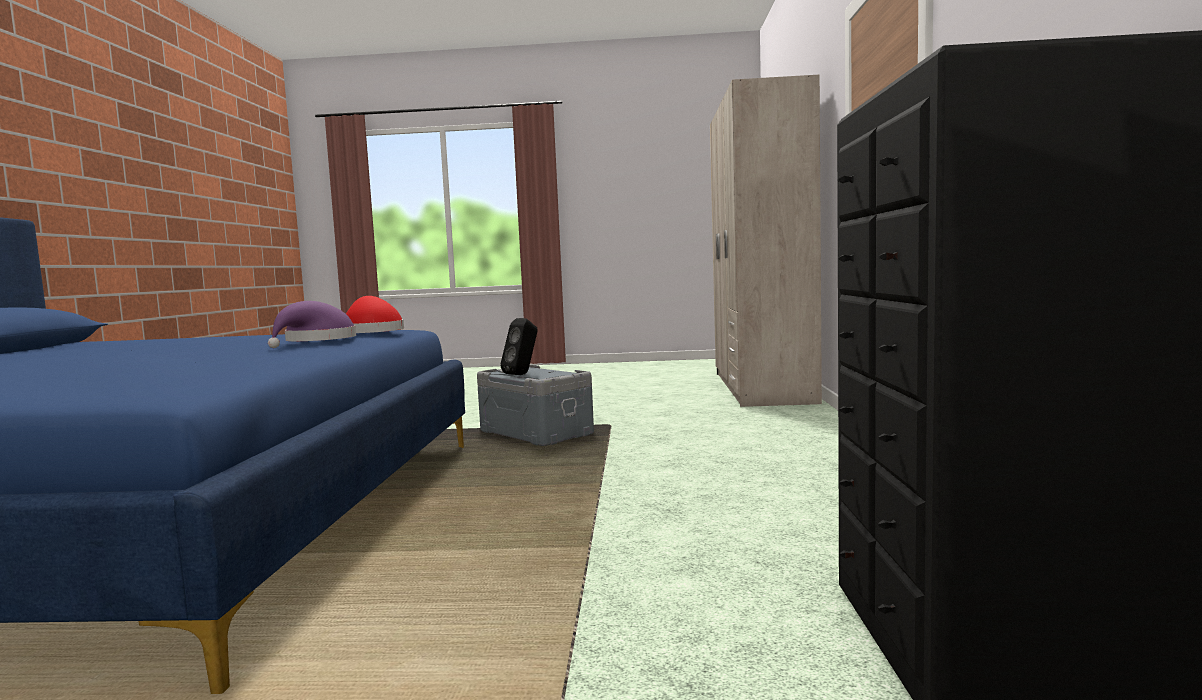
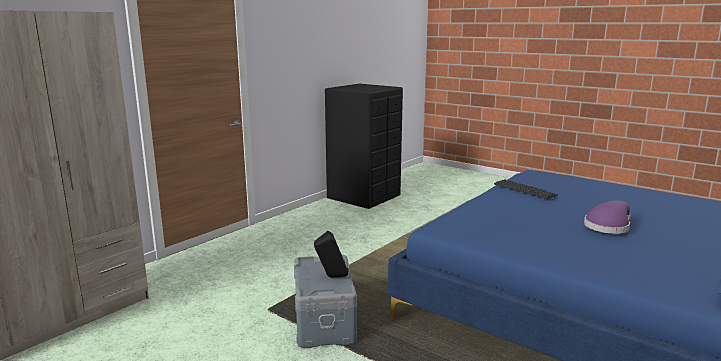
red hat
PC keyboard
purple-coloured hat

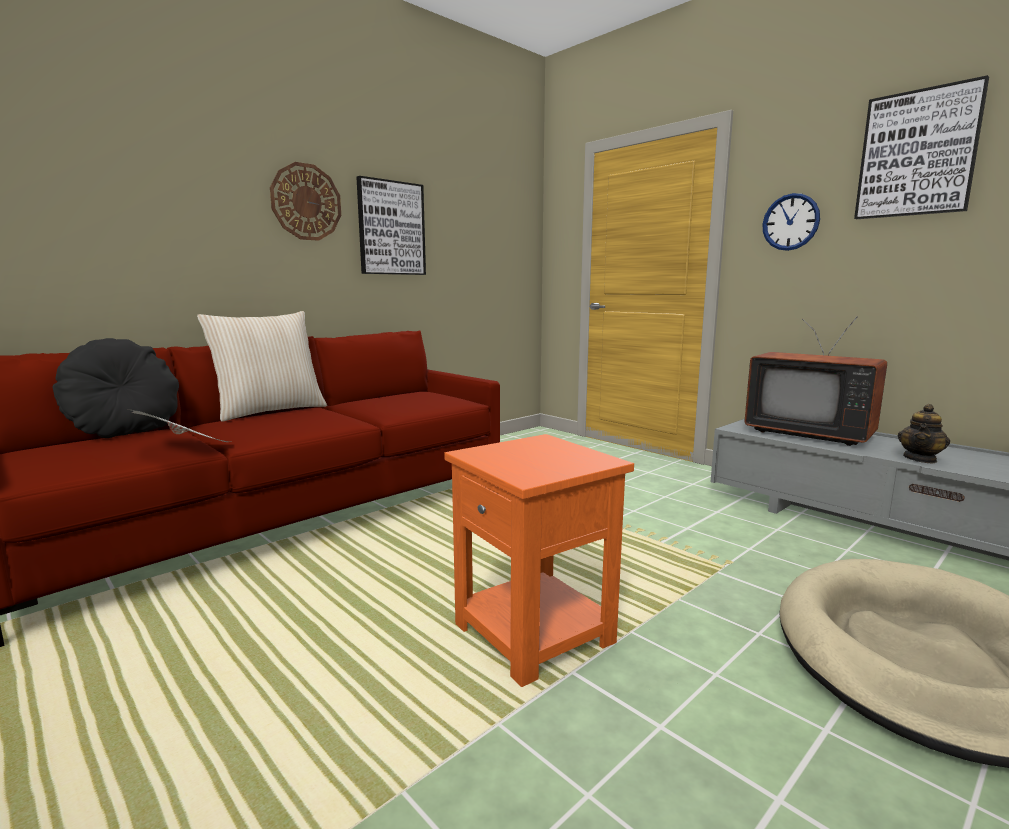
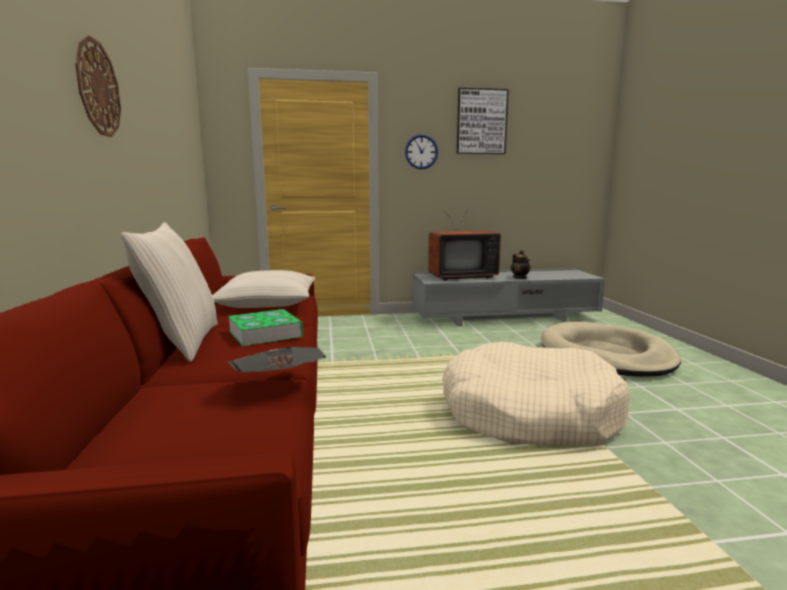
black-coloured pillow
wall art (no. 1 from left in the first image)
sand-coloured pillow (no. 2 from left)
volume
sand-coloured pet bed (no. 1 from left)

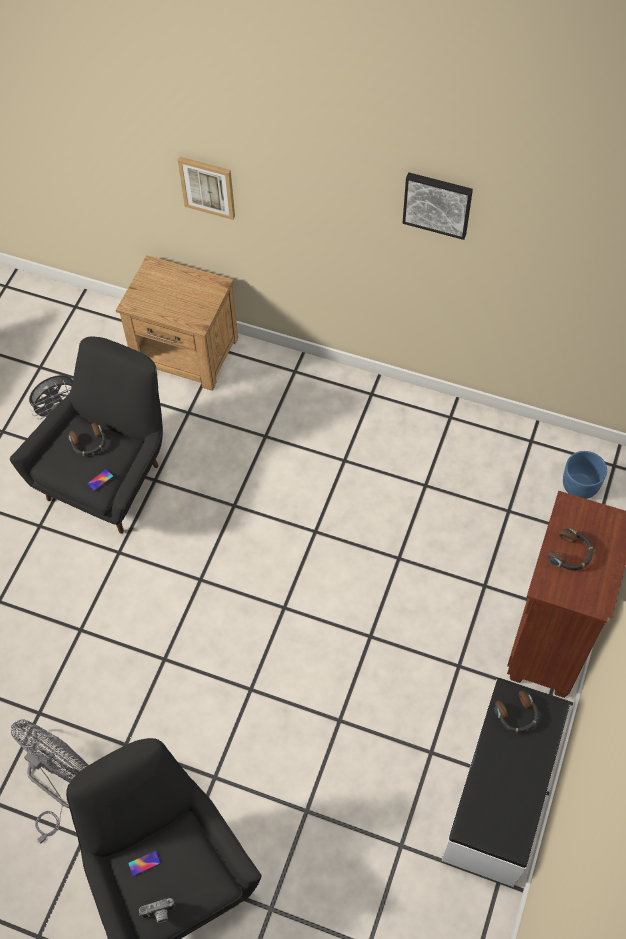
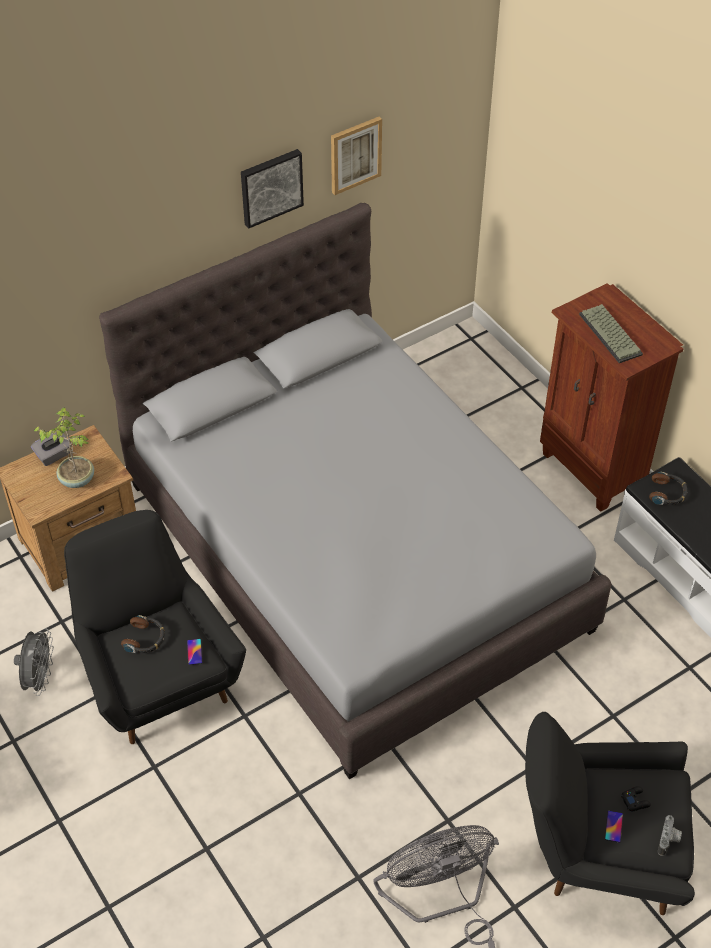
bluish plant pot
gray tissue box
houseplant
gray bedroom bed
black-coloured game controller
wall art (no. 2 from left)
PC keyboard

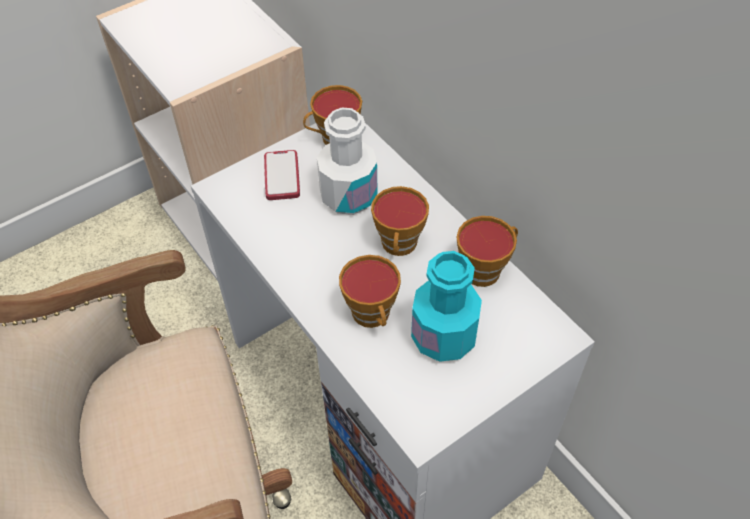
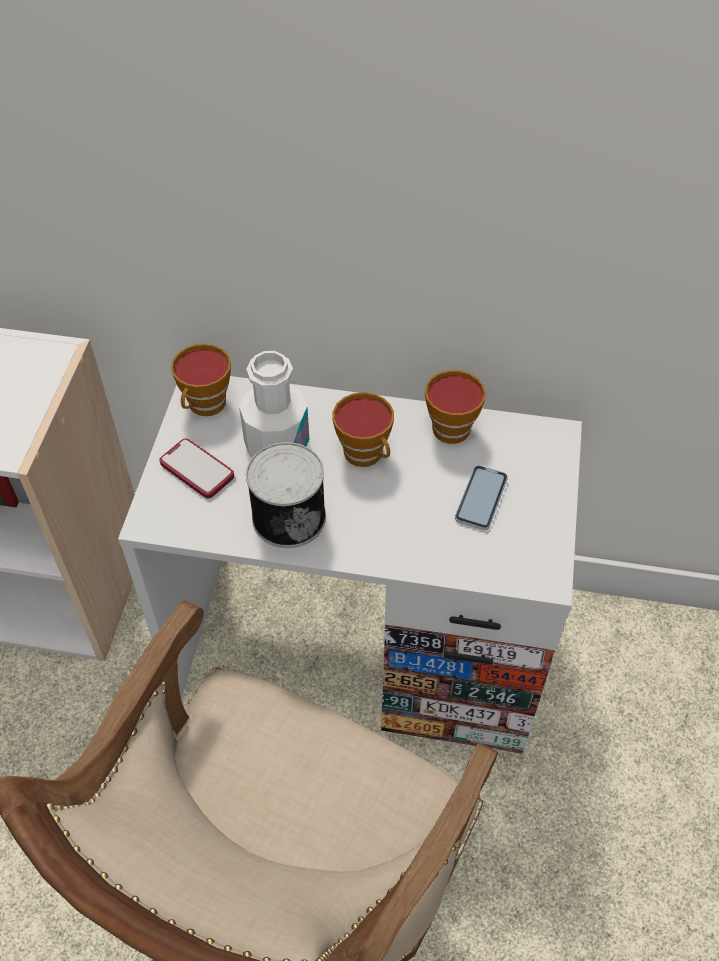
drinking cup (no. 2 from left in the first image)
can
telephone (no. 2 from left)

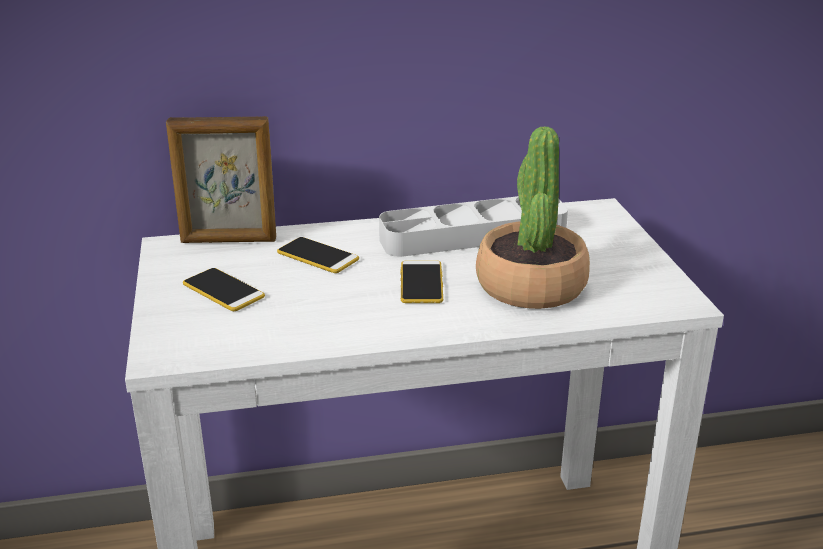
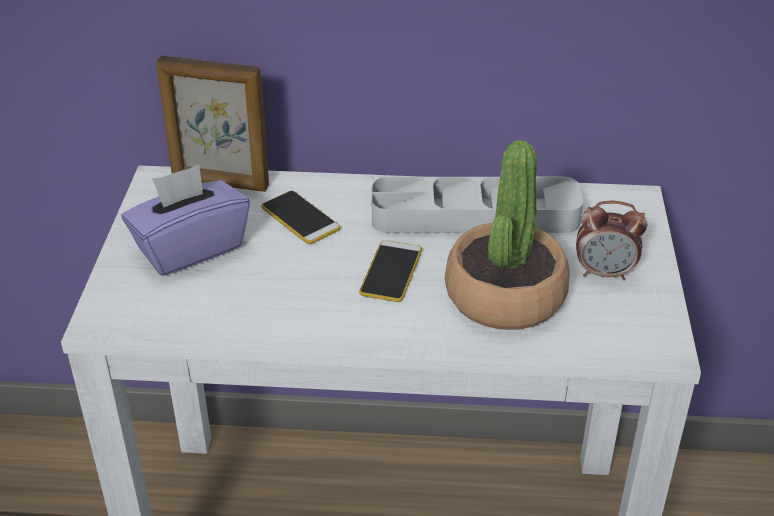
alarm clock
purple-coloured tissue box

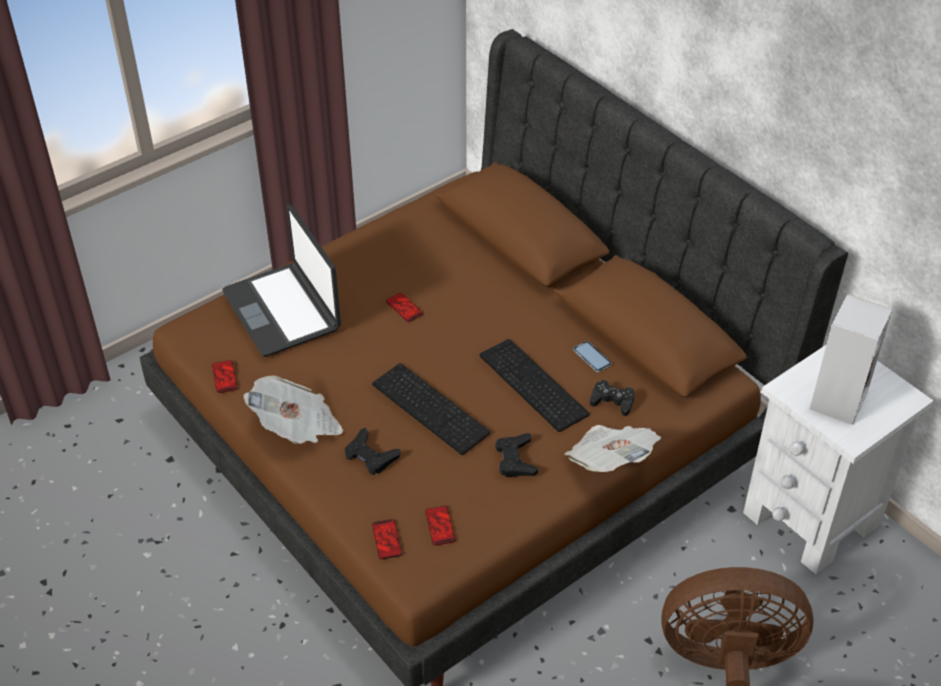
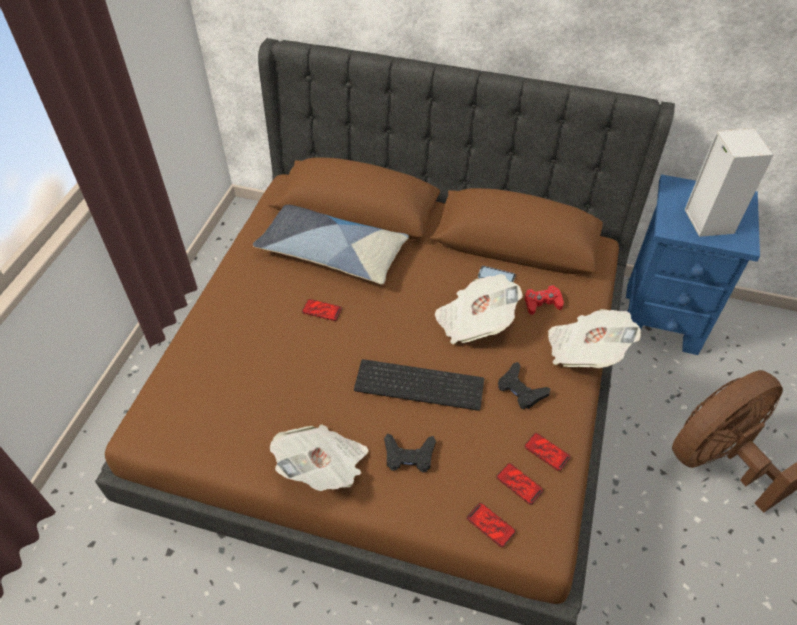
portable computer
pillow
telephone (no. 5 from left)
newspaper (no. 2 from left)
red game controller
bluish nightstand

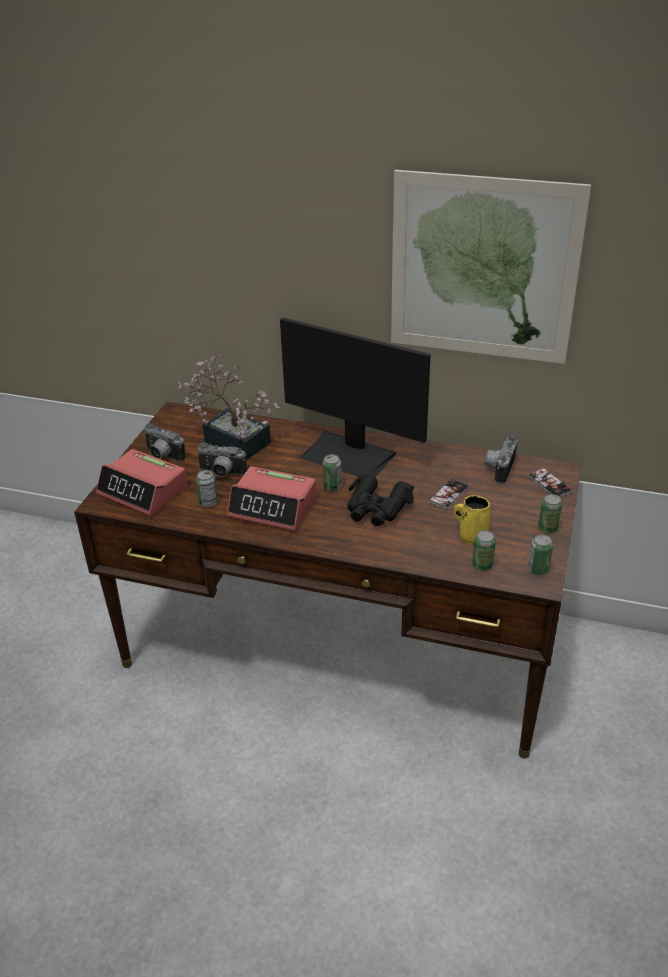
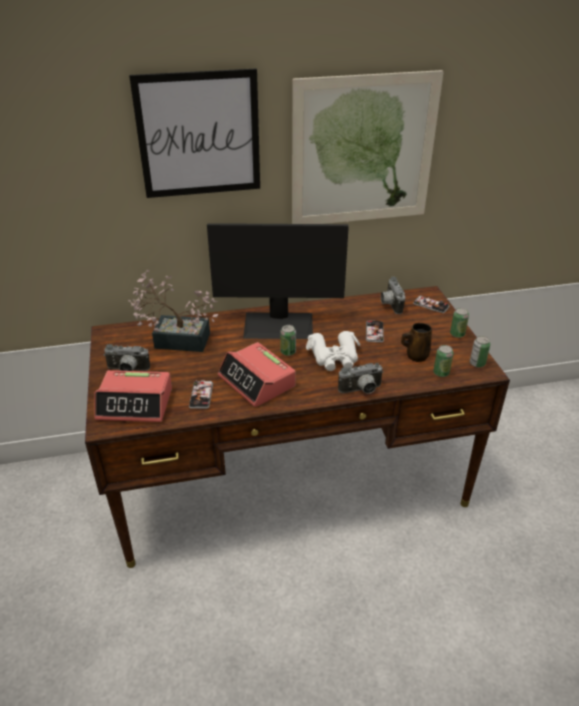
wall art (no. 1 from left)
still camera (no. 2 from left)
telephone (no. 1 from left)
whitish pair of binoculars
brown tea mug
alarm clock (no. 2 from left)

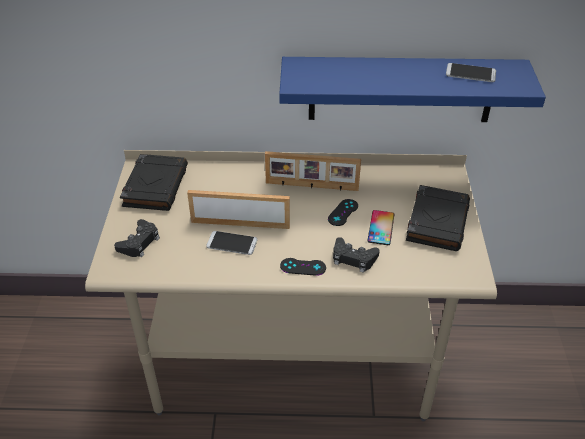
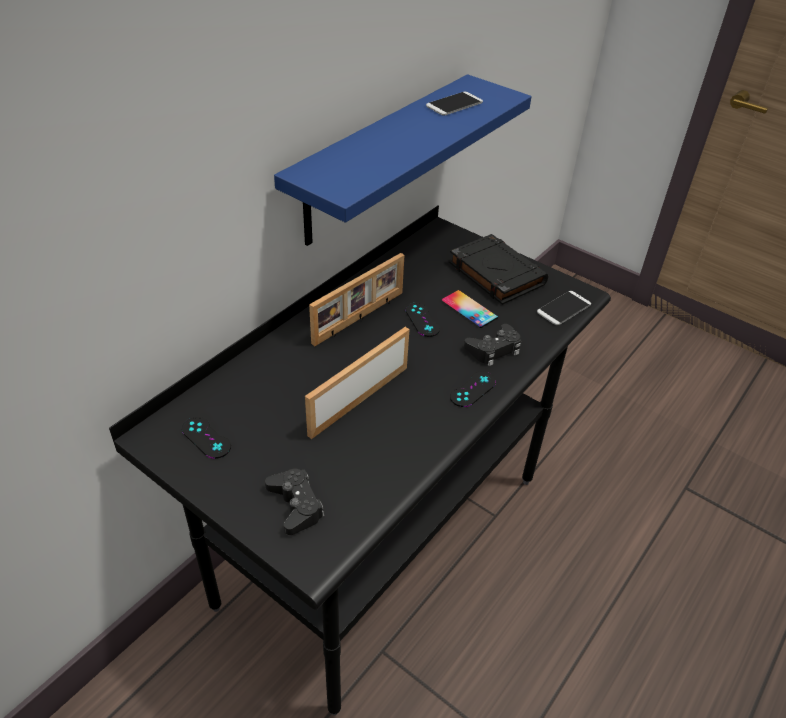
telephone (no. 3 from left)
black-coloured game controller (no. 1 from left)
black-coloured desk

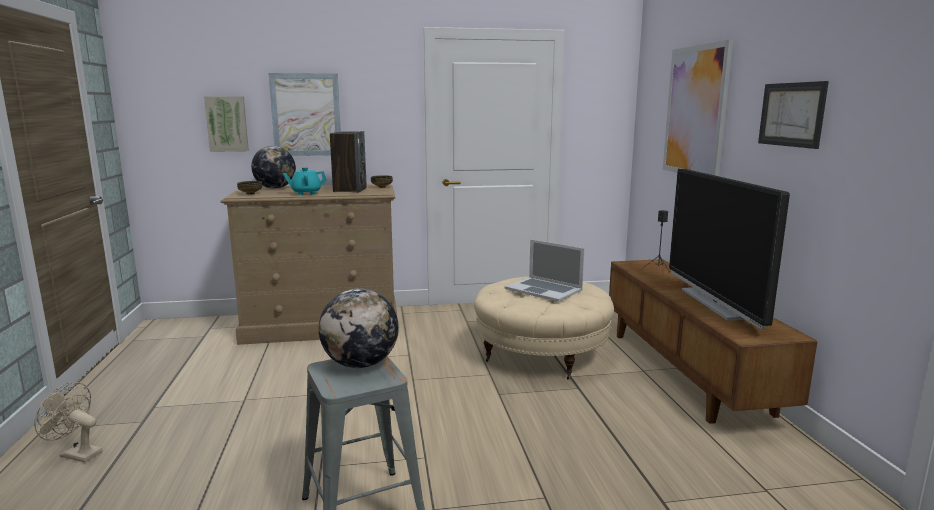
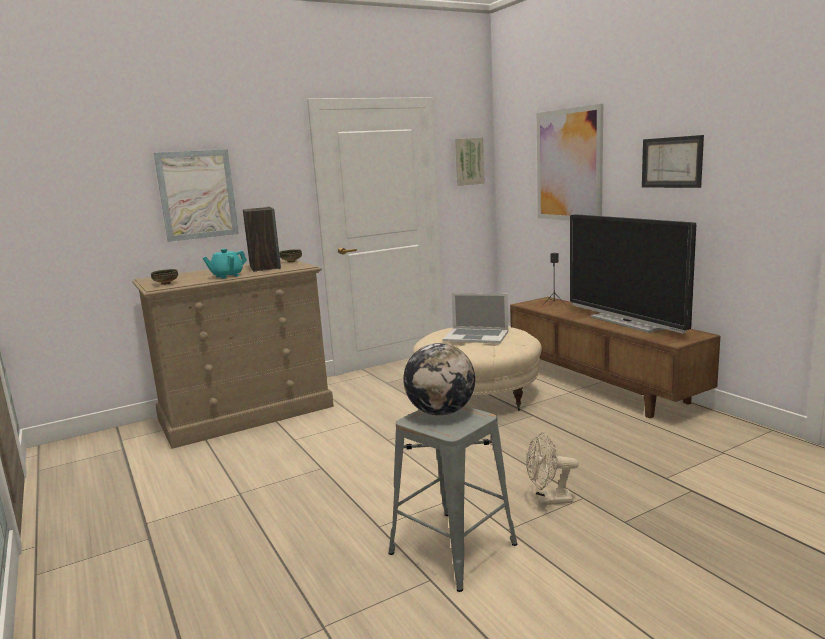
world globe (no. 1 from left in the first image)
sand-coloured electric fan
wall art (no. 2 from left)

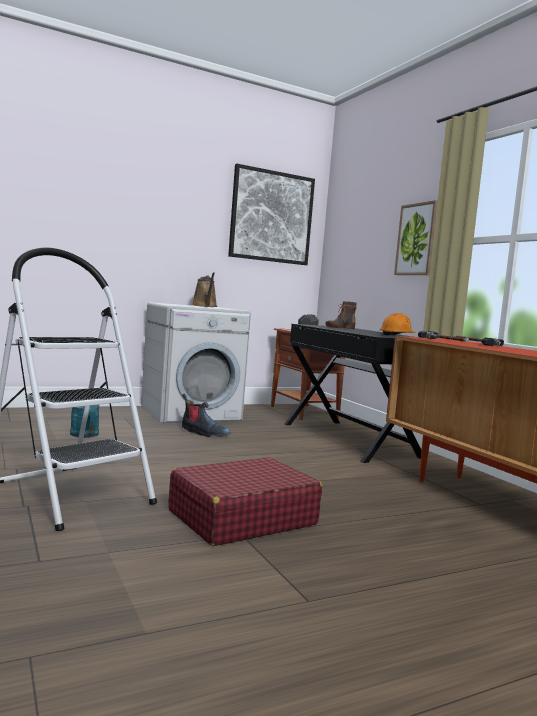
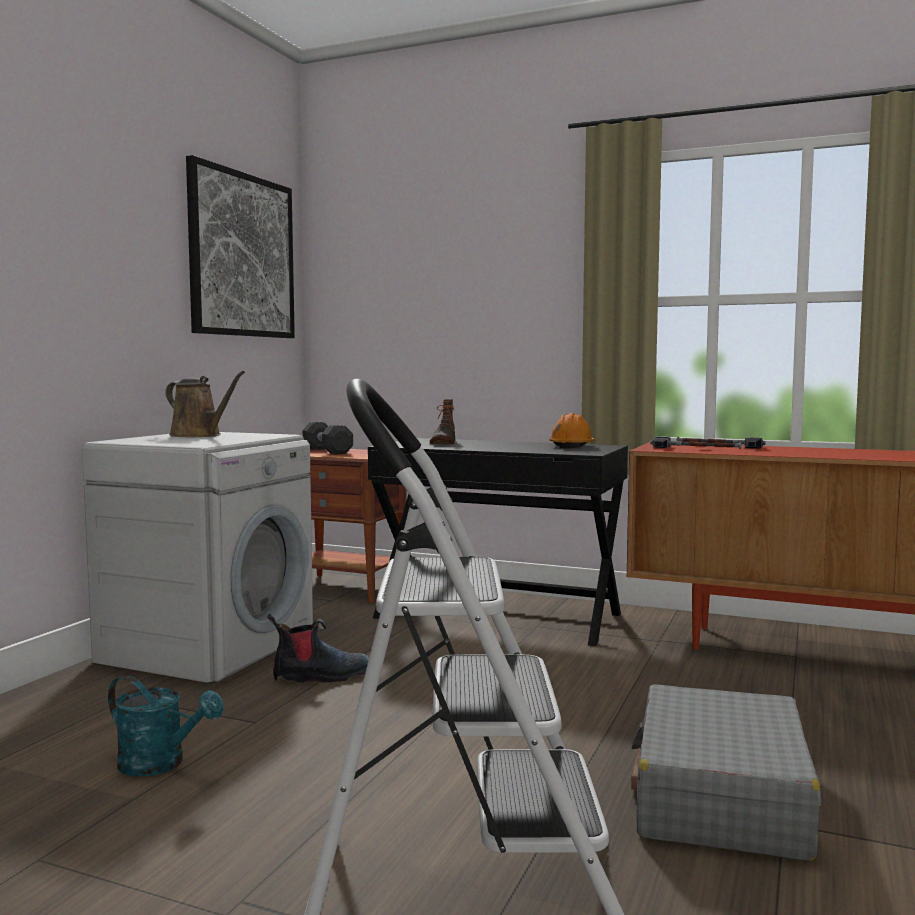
wall art (no. 2 from left in the first image)
gray suitcase

